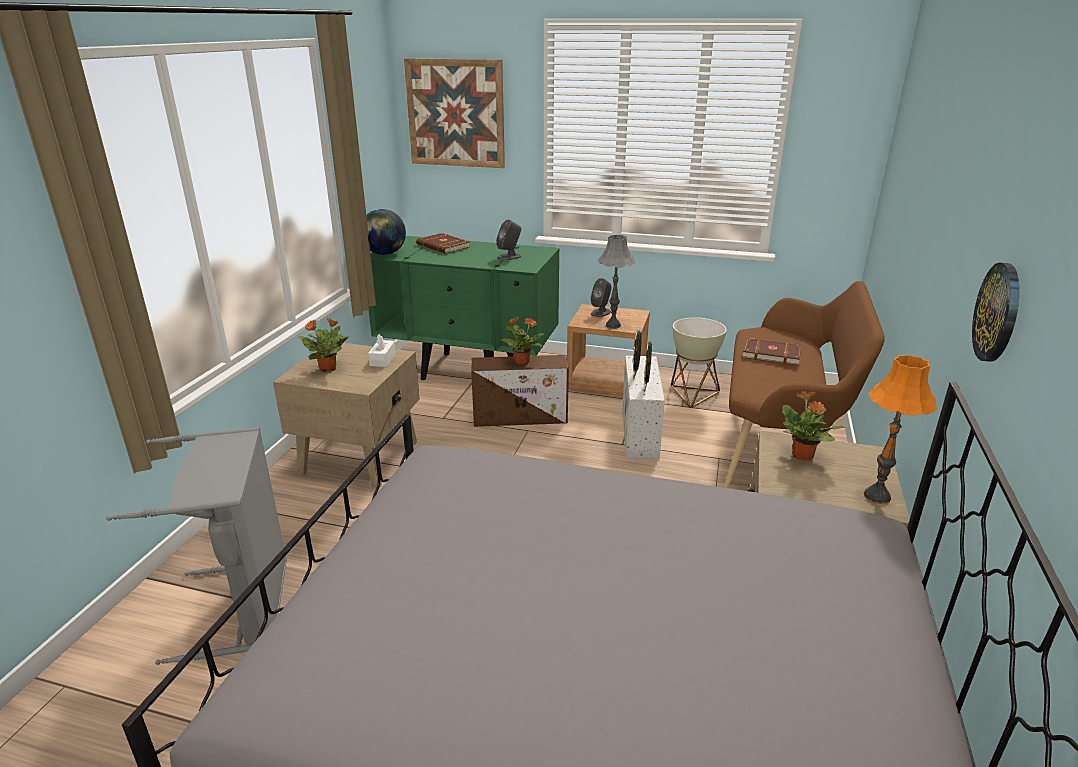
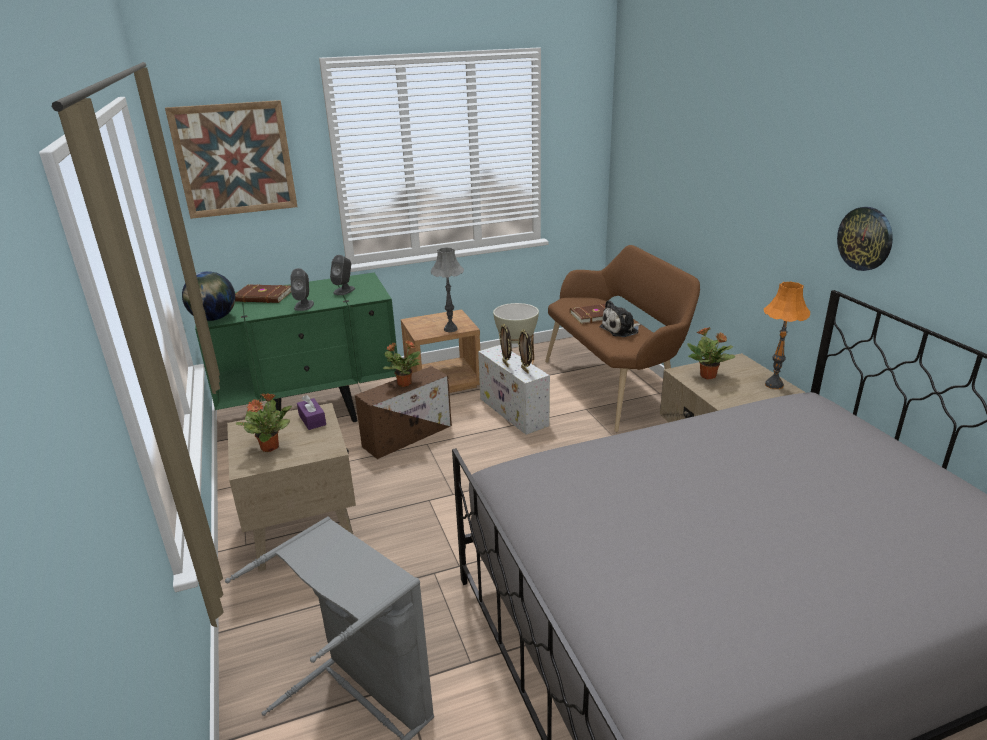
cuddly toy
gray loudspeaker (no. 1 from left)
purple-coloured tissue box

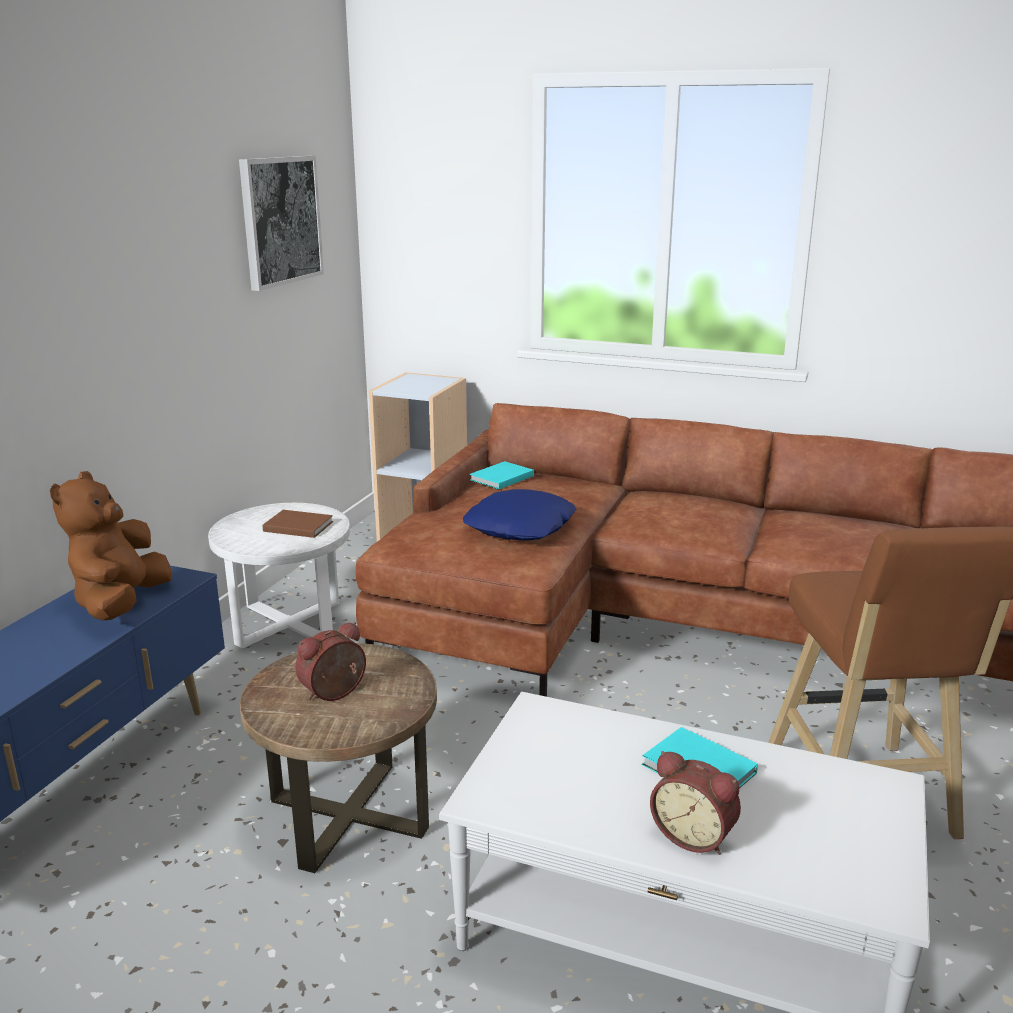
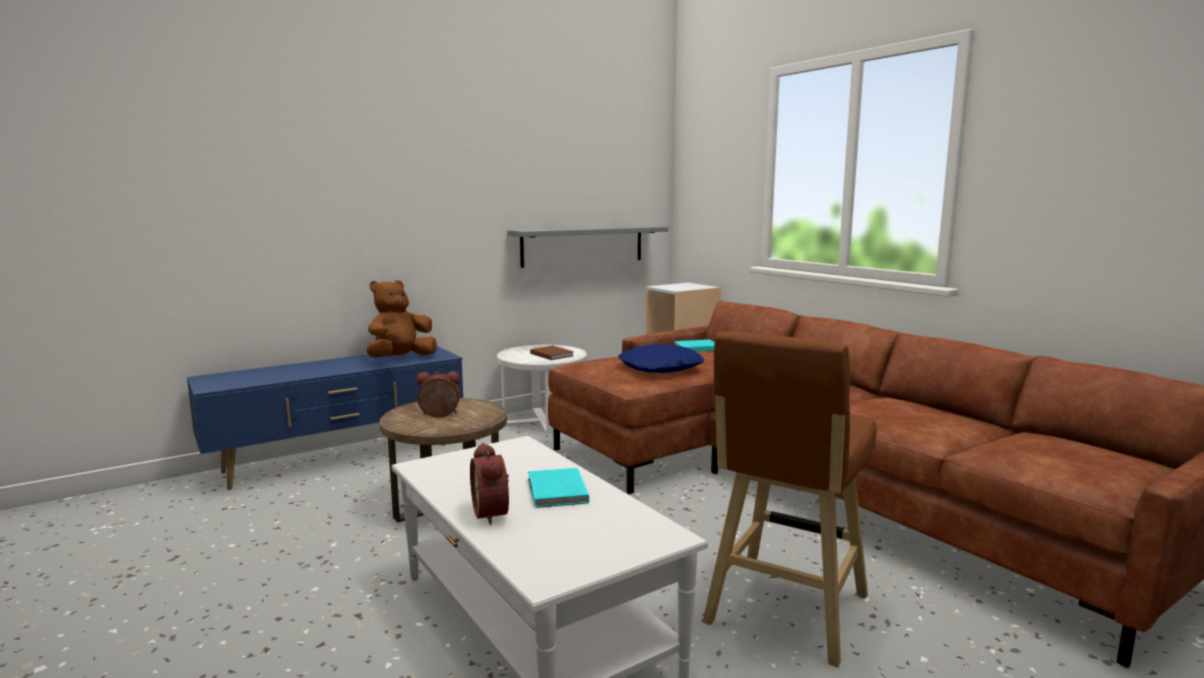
wall art
gray wall shelf

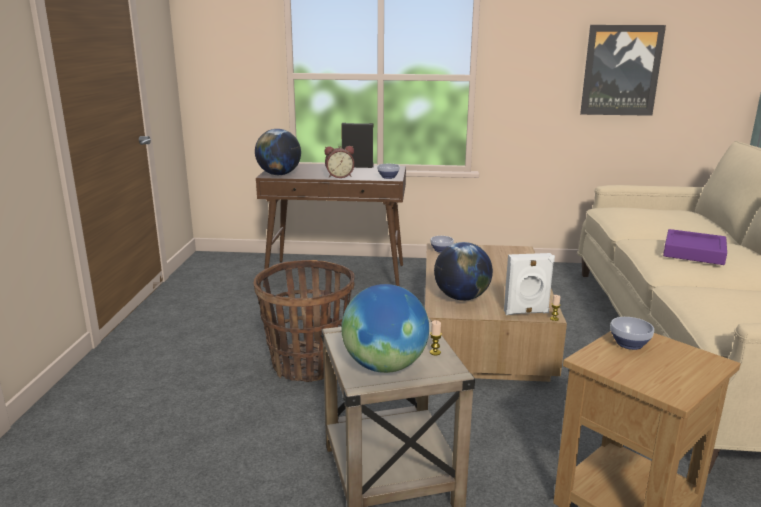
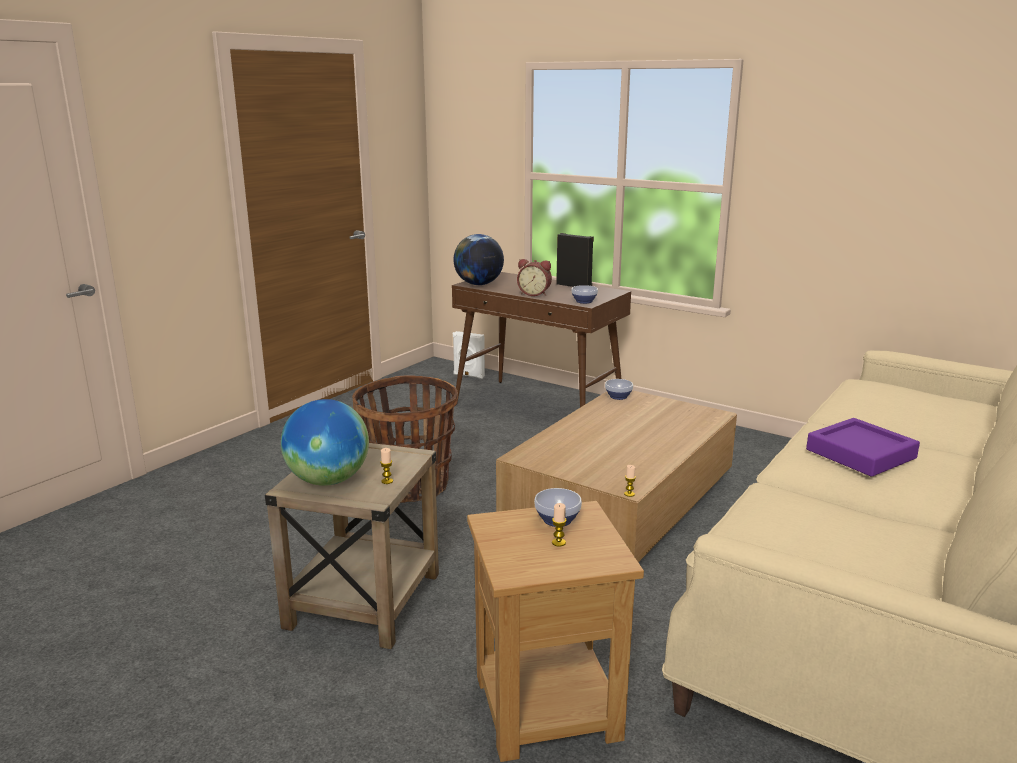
world globe (no. 3 from left in the first image)
wall art
wax light (no. 2 from left)
whitish loudspeaker

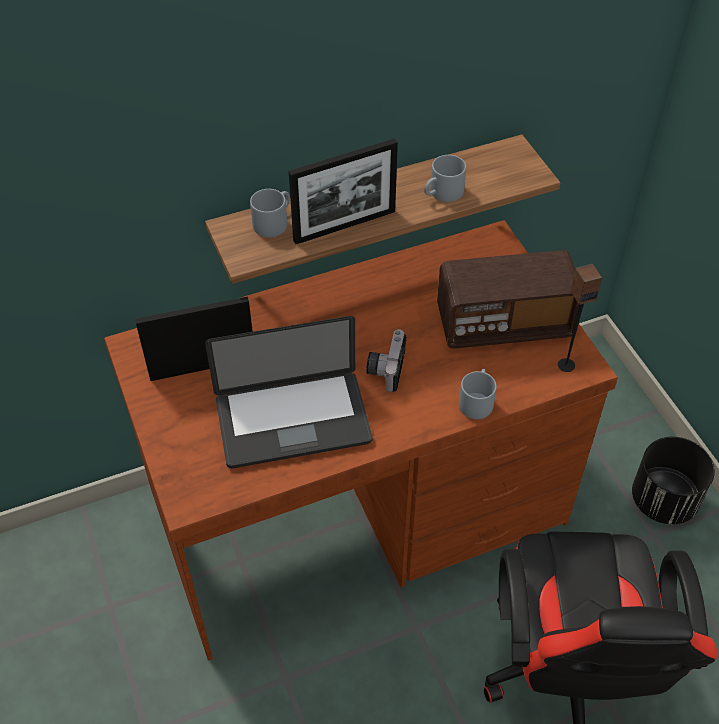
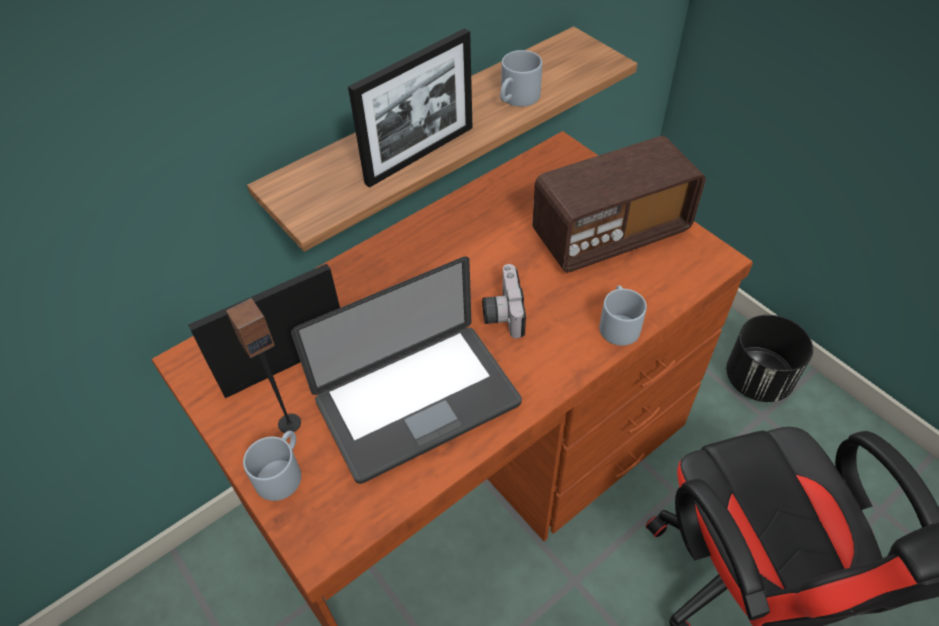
gray tea mug (no. 1 from left)
loudspeaker

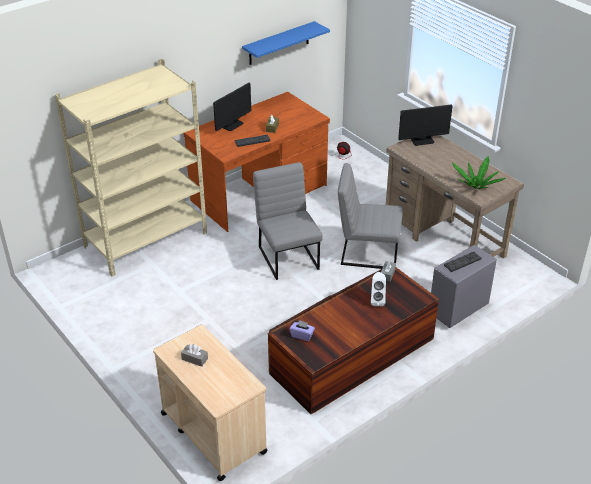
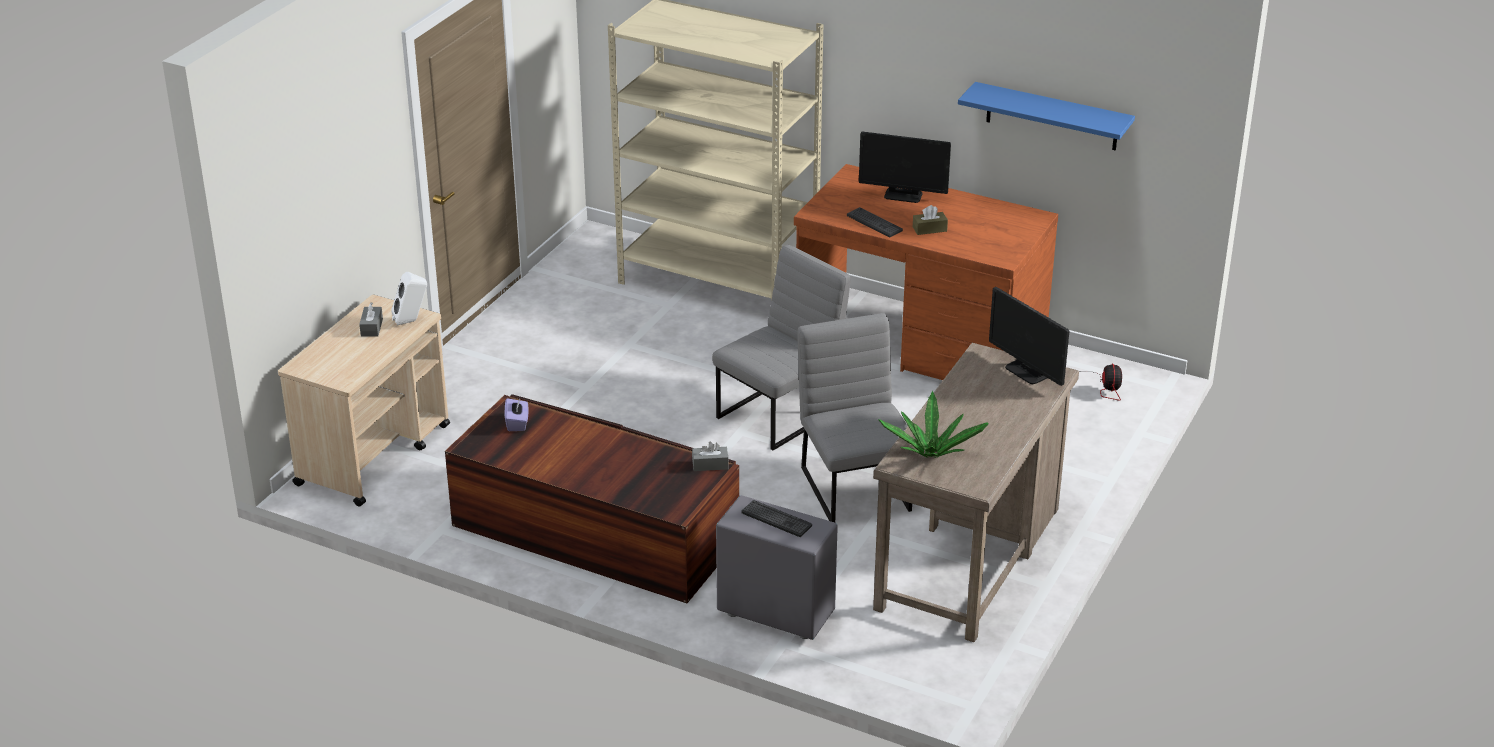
whitish loudspeaker

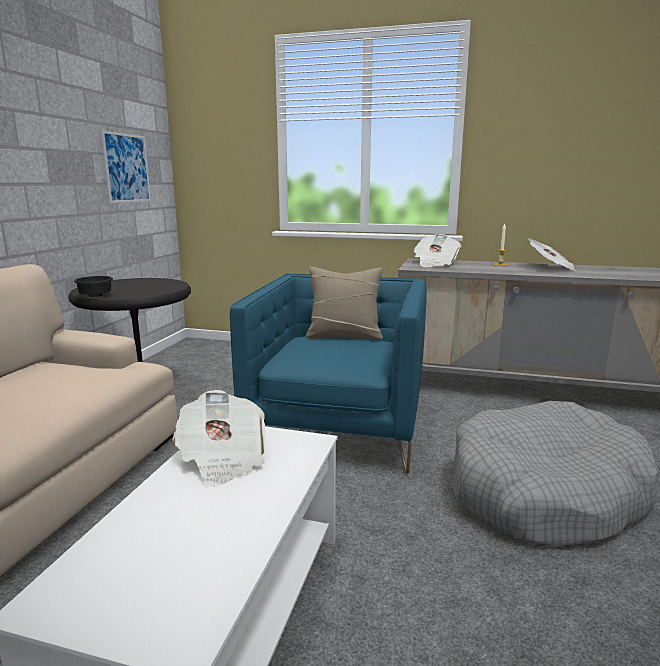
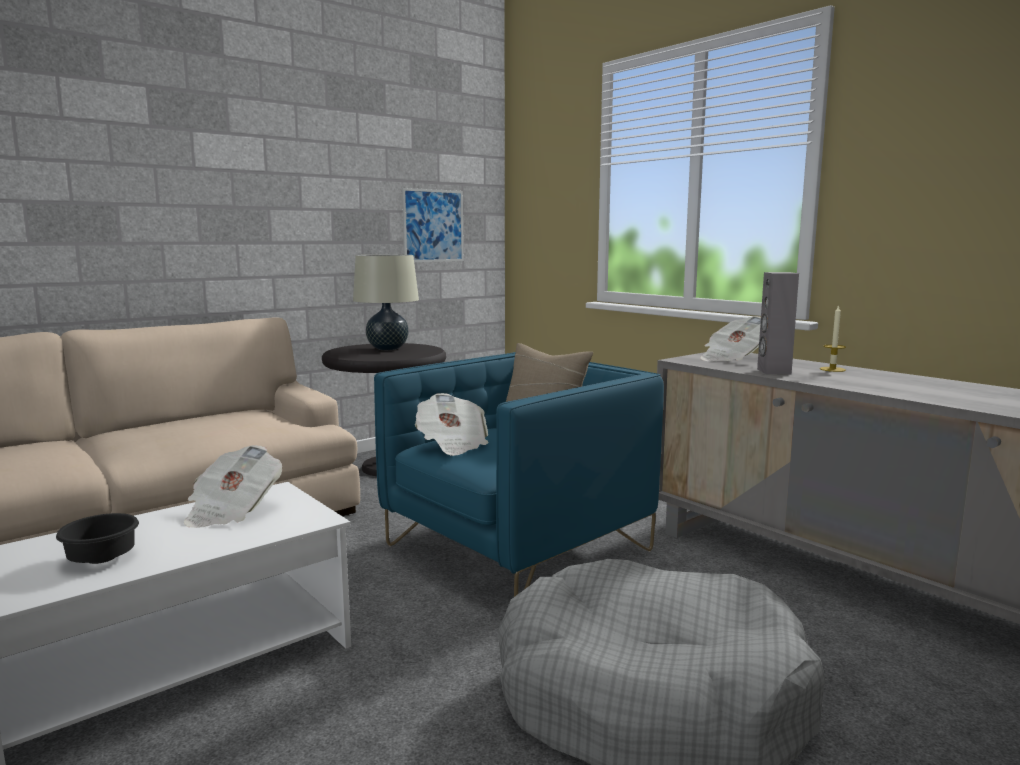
sand-coloured lamp for a table
gray loudspeaker
black-coloured serving bowl
newspaper (no. 2 from left)

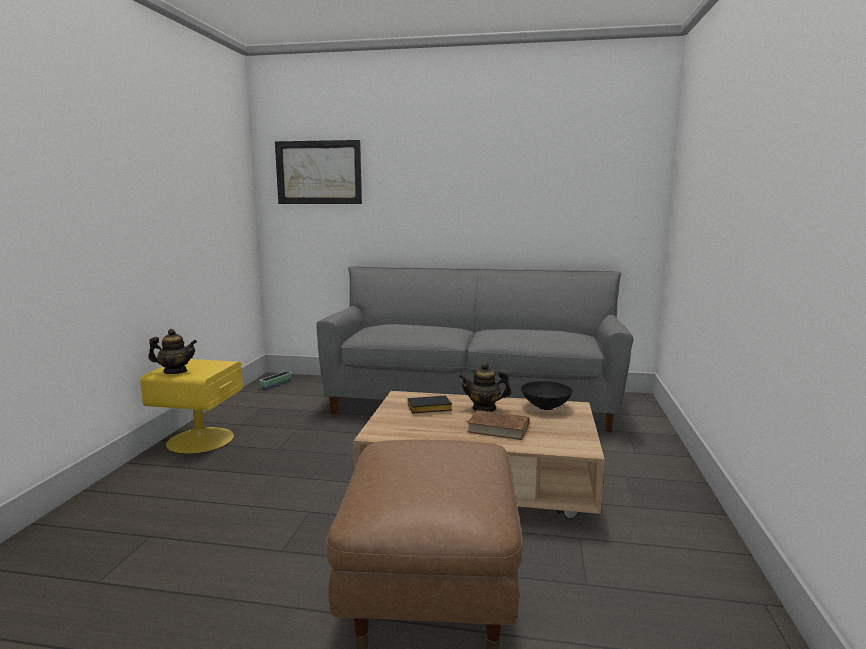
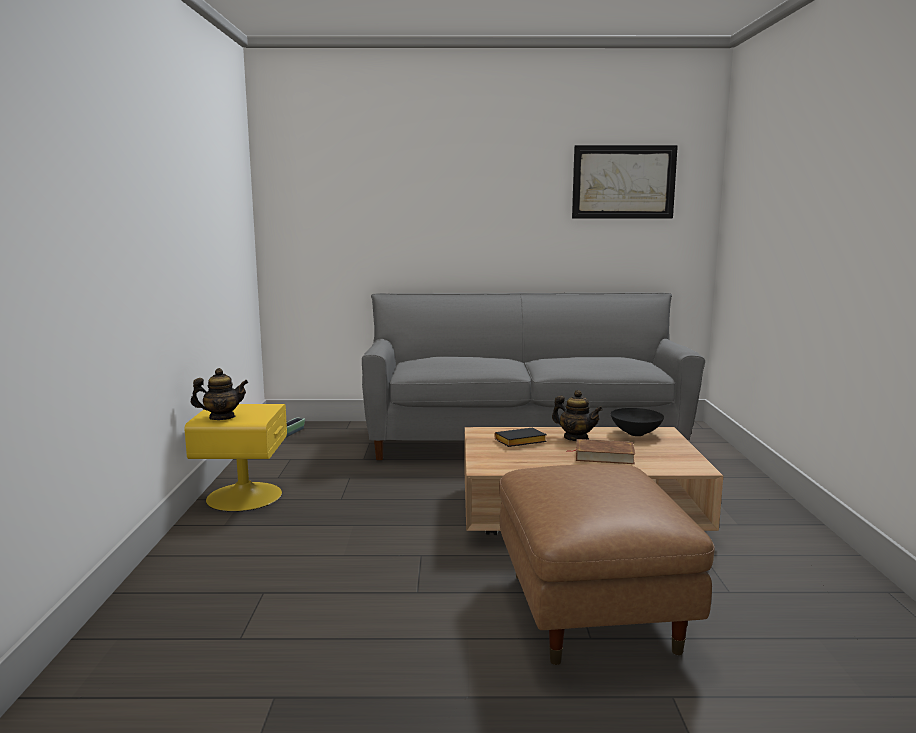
wall art
pot for tea (no. 2 from left)

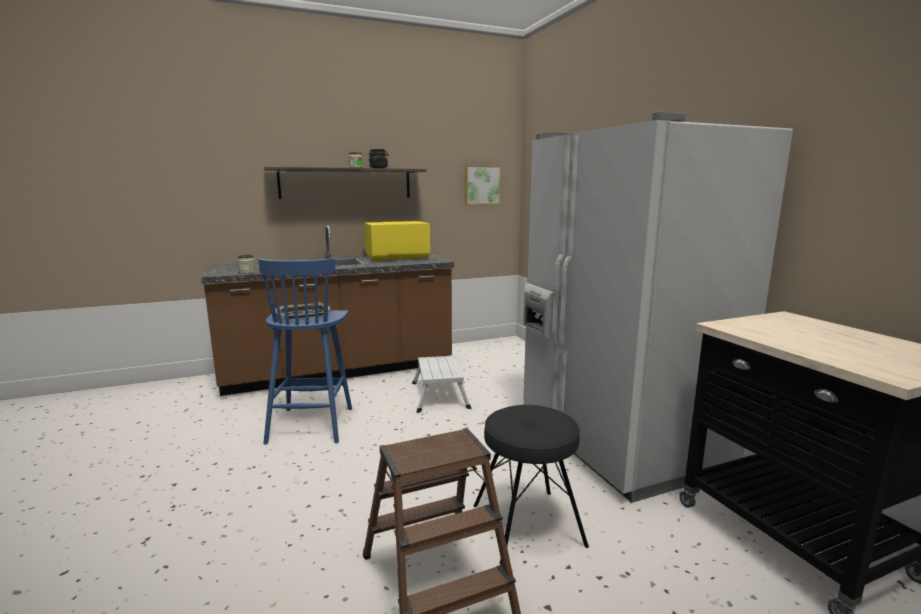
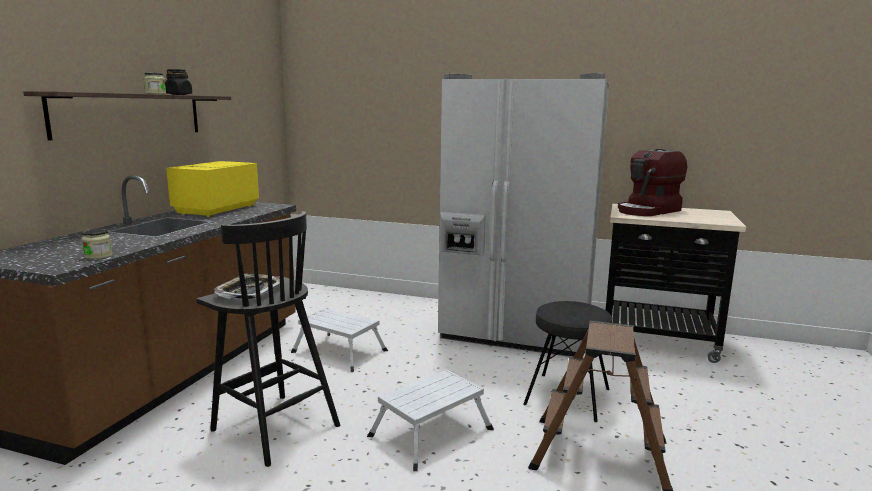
wall art
whitish step ladder (no. 2 from left)
coffee maker
black-coloured stool seat (no. 1 from left)

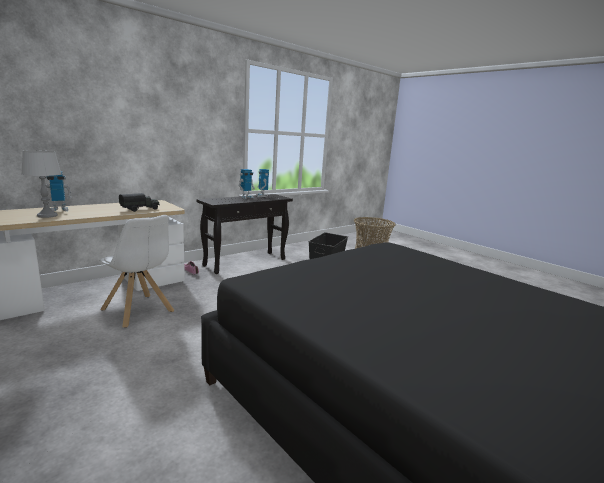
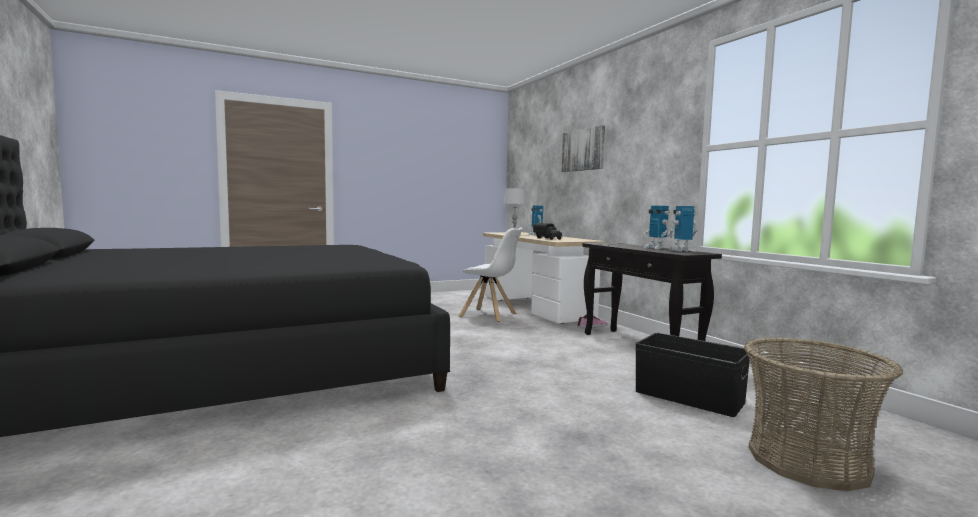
wall art
whitish chair

